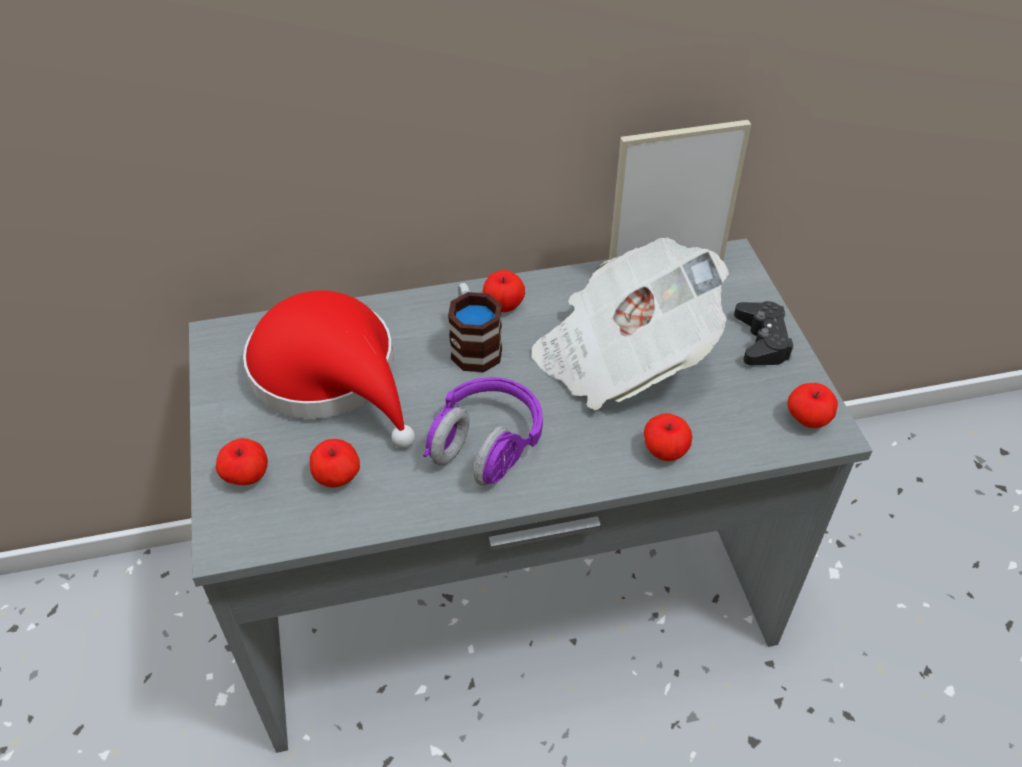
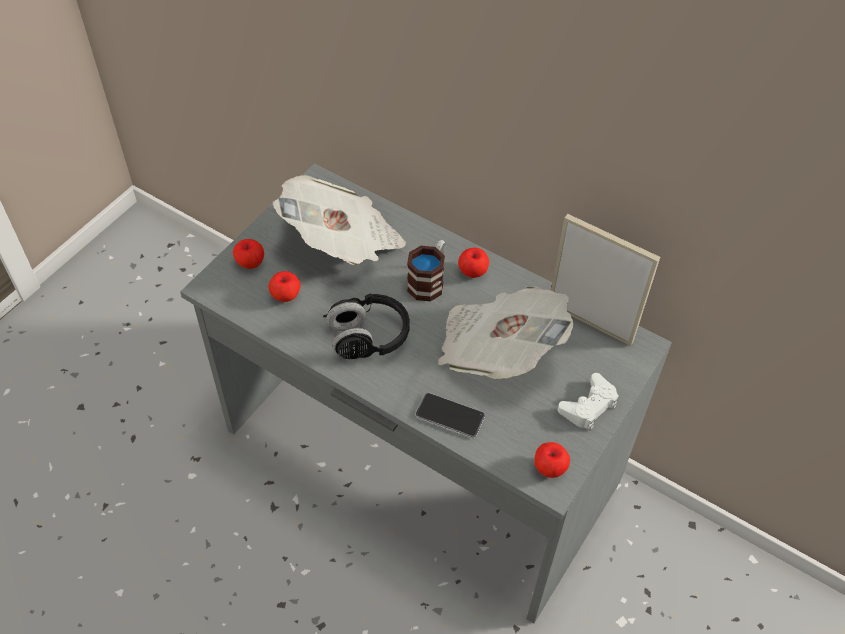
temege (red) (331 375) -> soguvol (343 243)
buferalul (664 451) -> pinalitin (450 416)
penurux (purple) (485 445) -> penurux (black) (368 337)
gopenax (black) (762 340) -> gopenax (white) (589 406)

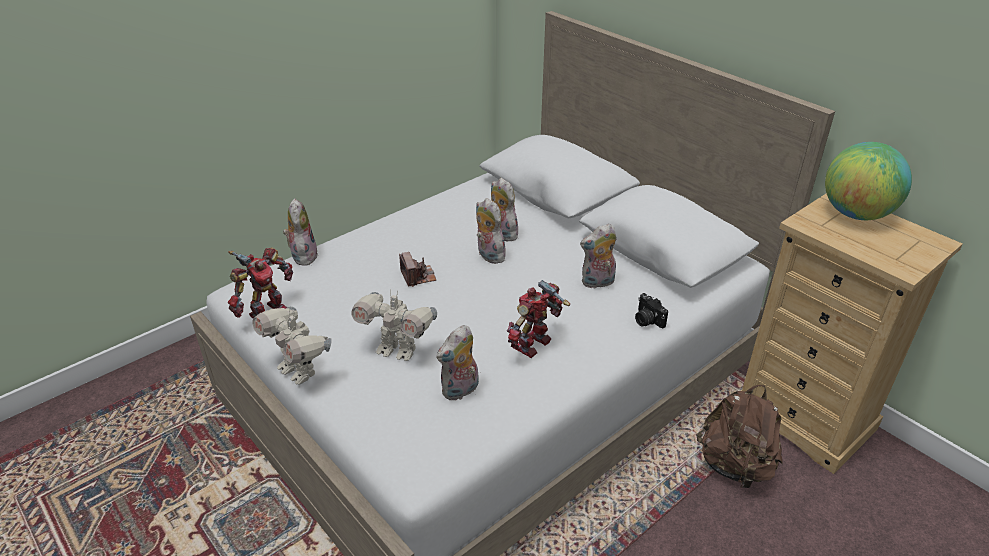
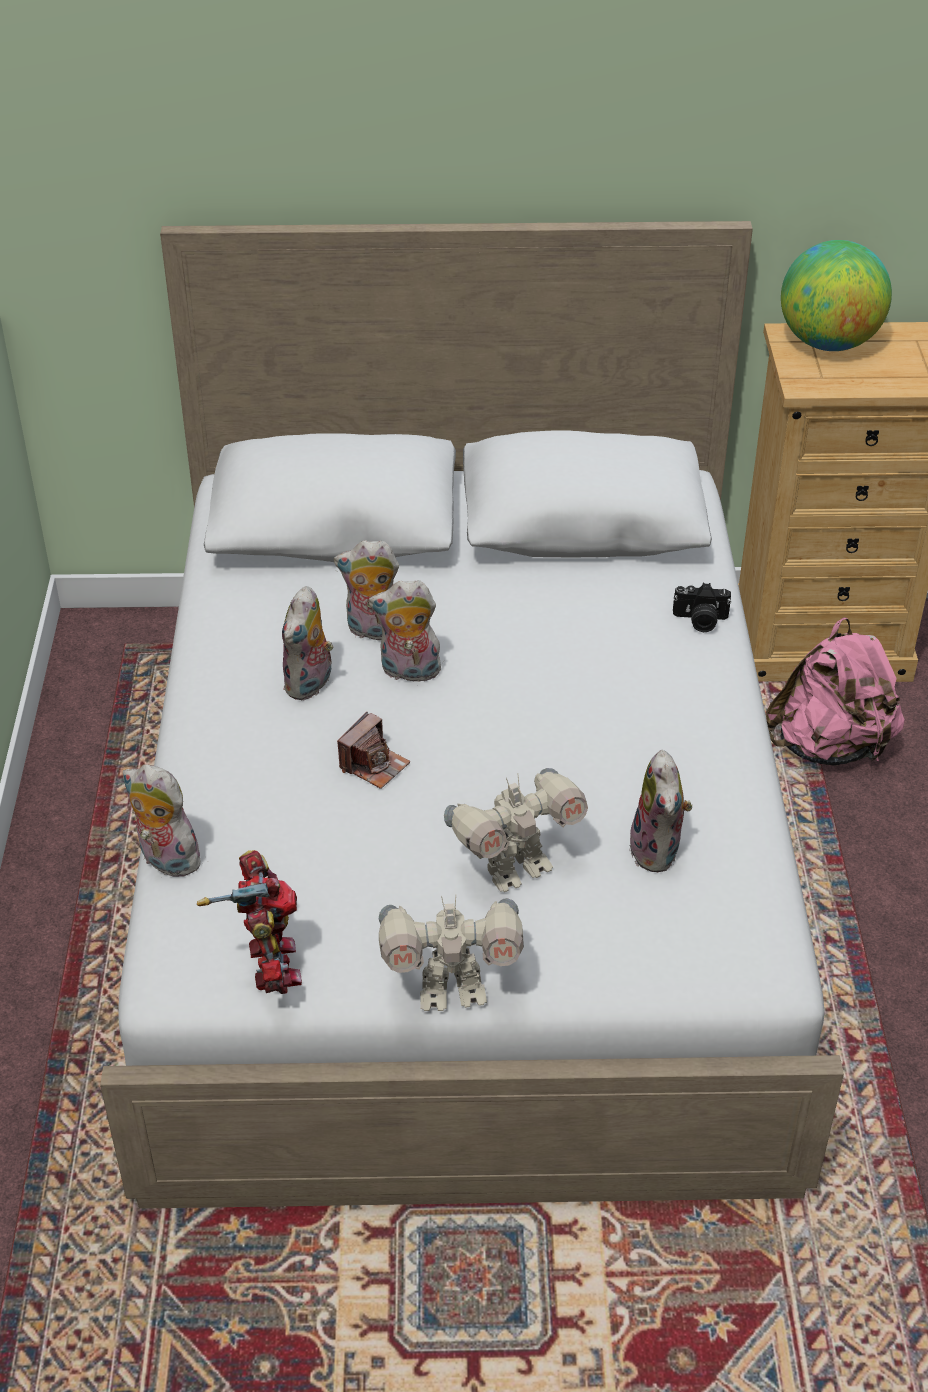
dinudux (534 345) -> none
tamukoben (597 283) -> tamukoben (310 685), moved
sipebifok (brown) (735 466) -> sipebifok (pink) (830 746)
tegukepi (418 276) -> tegukepi (374 765), 105 degrees clockwise

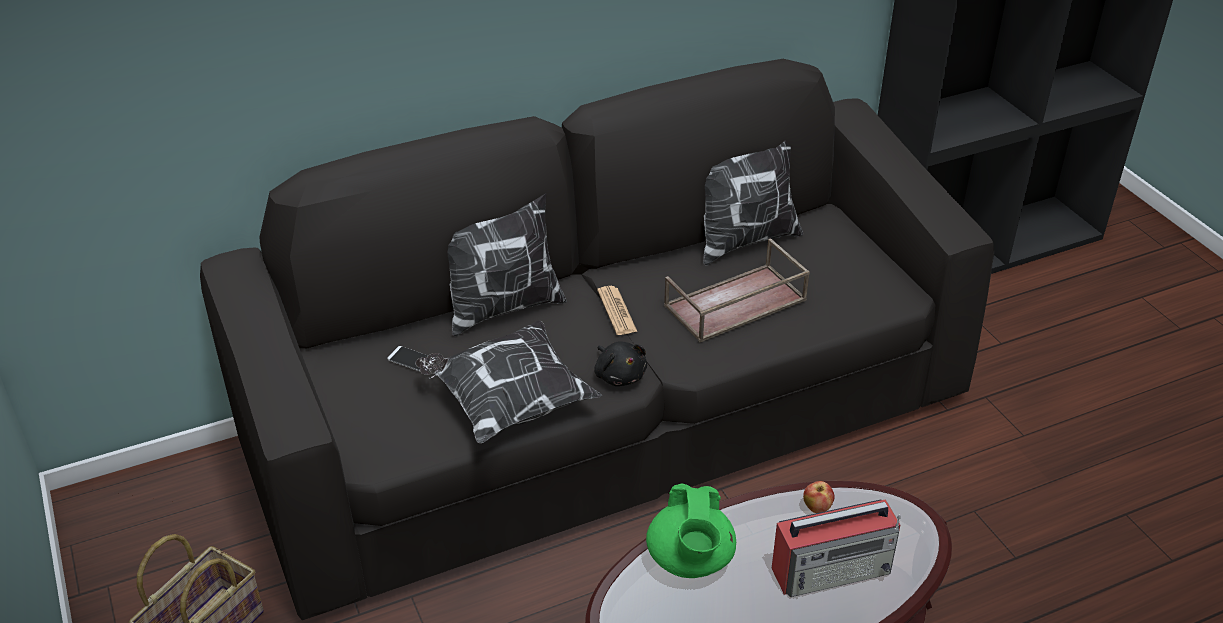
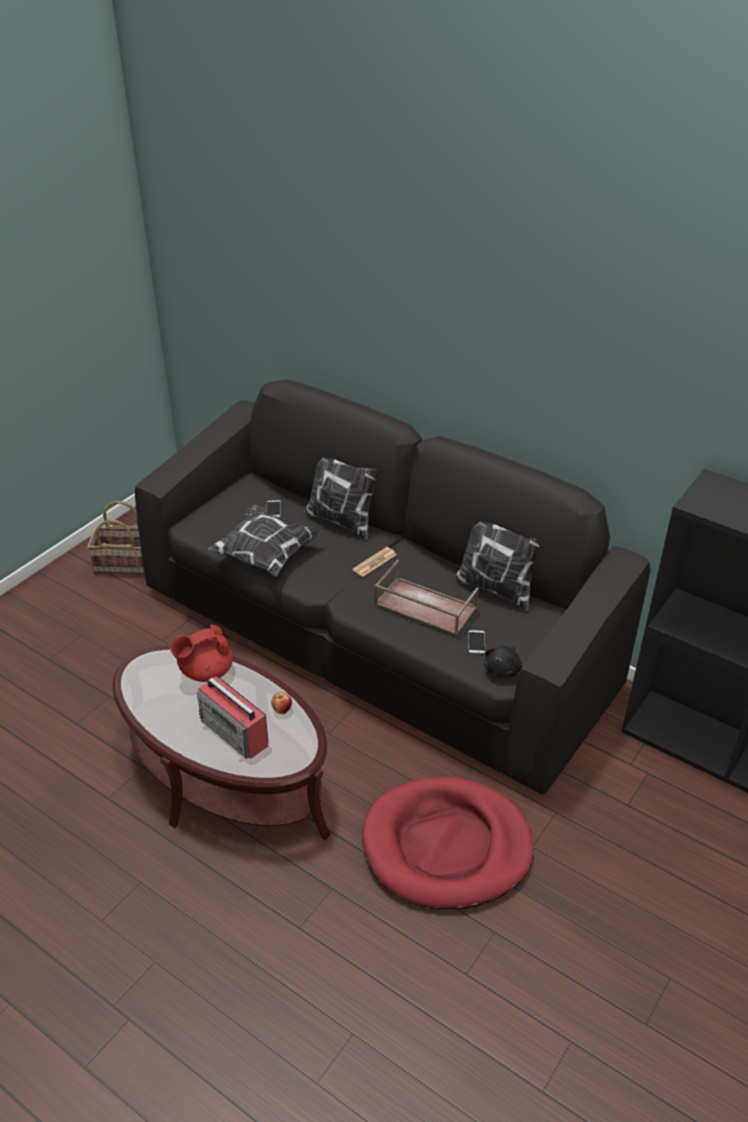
none -> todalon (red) (446 846)
none -> pinalitin (476 642)
tamukoben (black) (619 375) -> tamukoben (black) (503 669), moved
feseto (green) (690 560) -> feseto (red) (205 672)

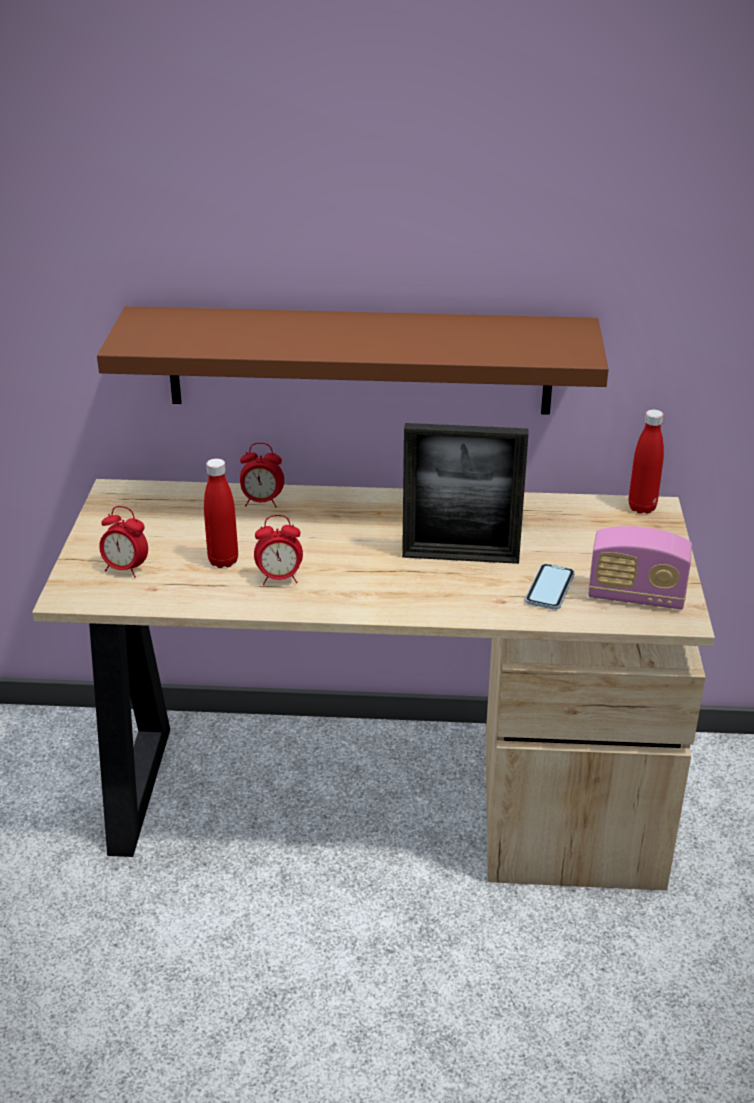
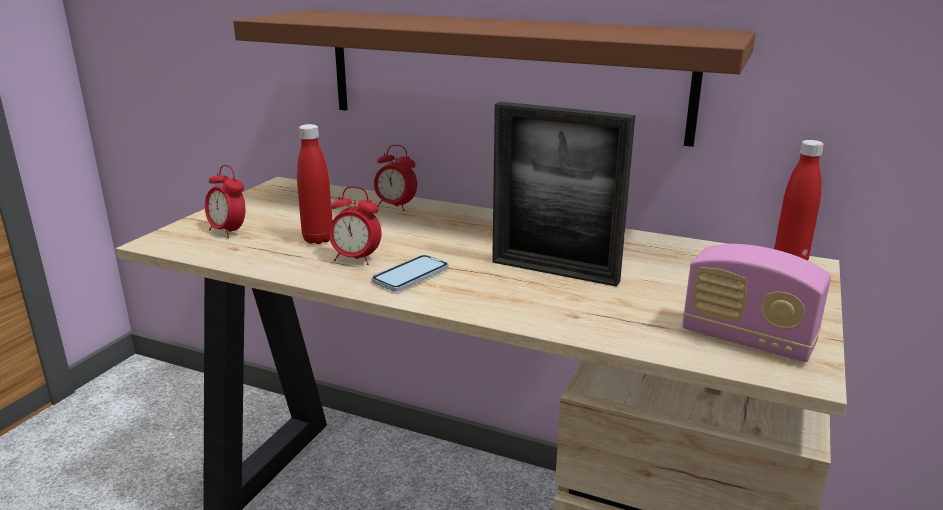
pinalitin (549 589) -> pinalitin (410 275), moved

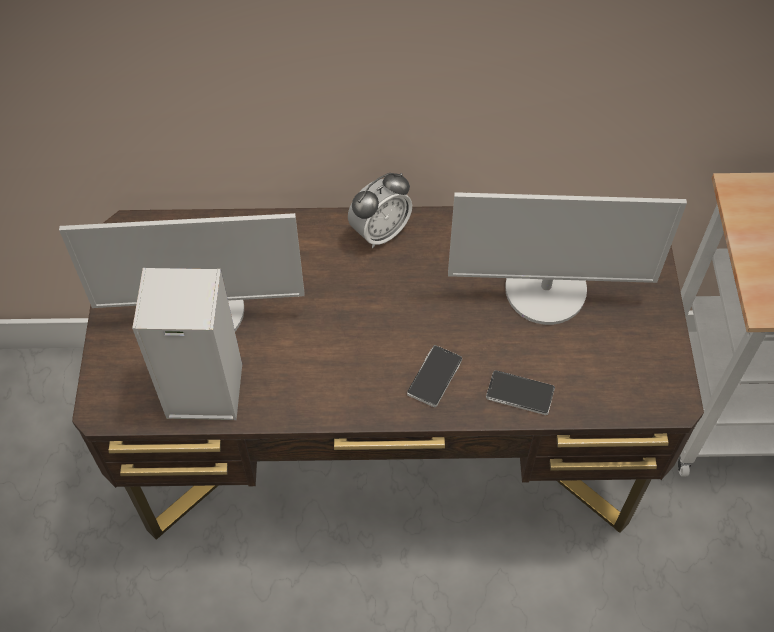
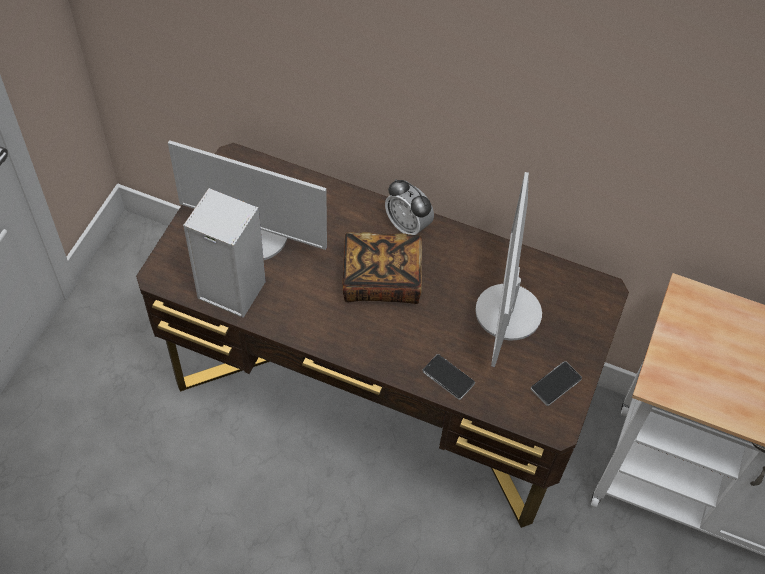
none -> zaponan (381 280)
pinalitin (434 377) -> pinalitin (556 384), moved
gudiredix (380 232) -> gudiredix (407 225), 60 degrees clockwise
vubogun (546 290) -> vubogun (507 312), 75 degrees clockwise

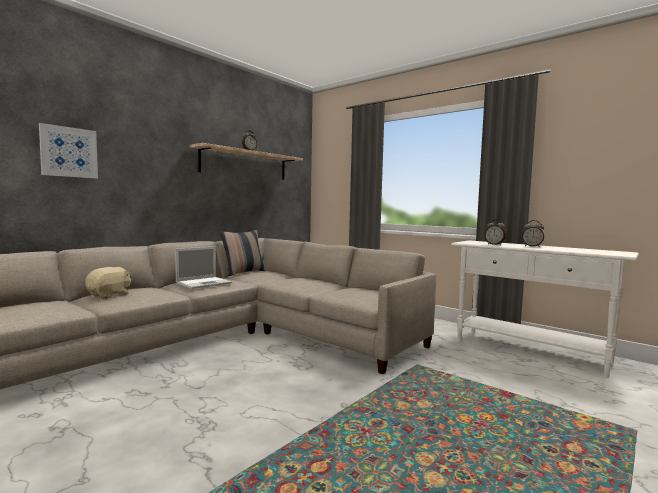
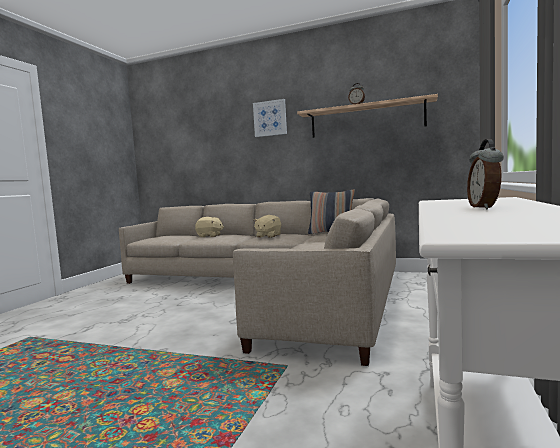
gudiredix (494 244) -> none
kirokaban (69 152) -> kirokaban (270 118), moved
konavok (204 283) -> tamukoben (beige) (268 236)

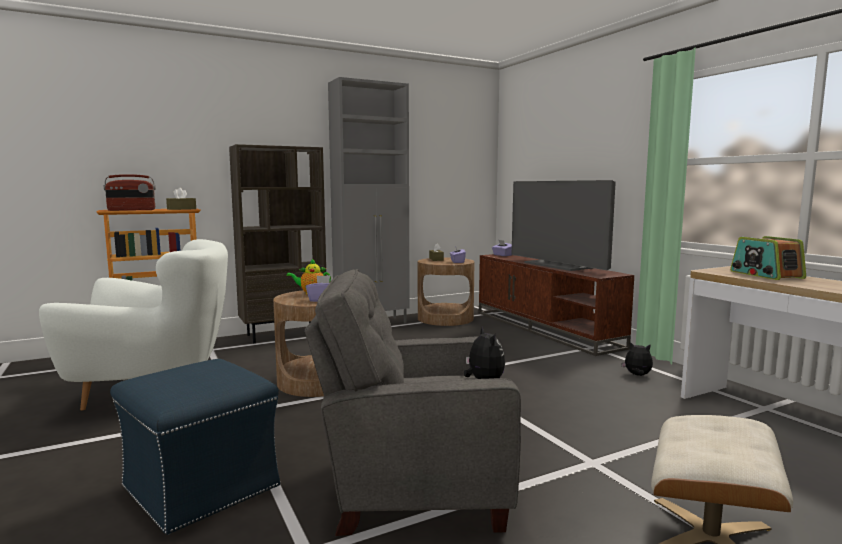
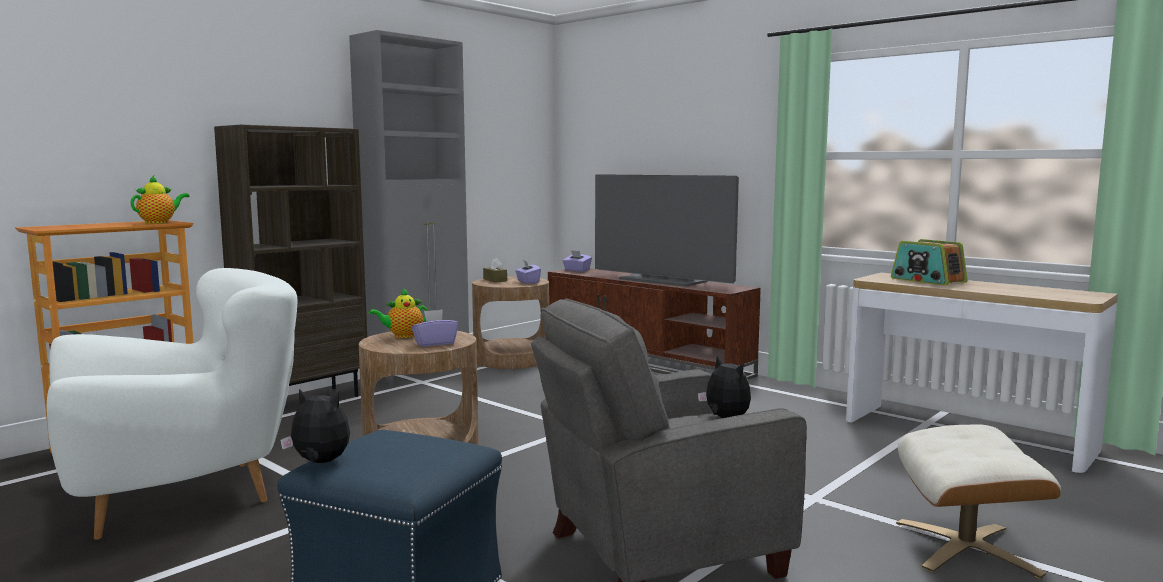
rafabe (131 210) -> none
tamukoben (637 375) -> tamukoben (320 463), moved
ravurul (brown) (181 209) -> feseto (159 222)

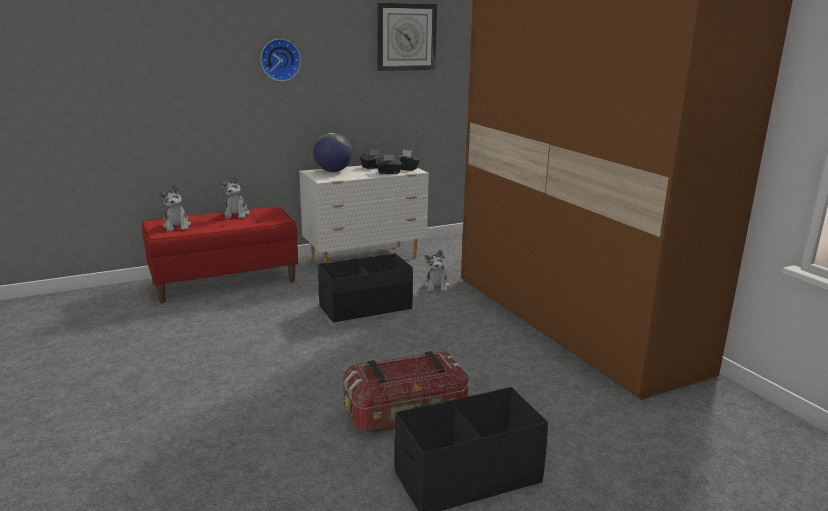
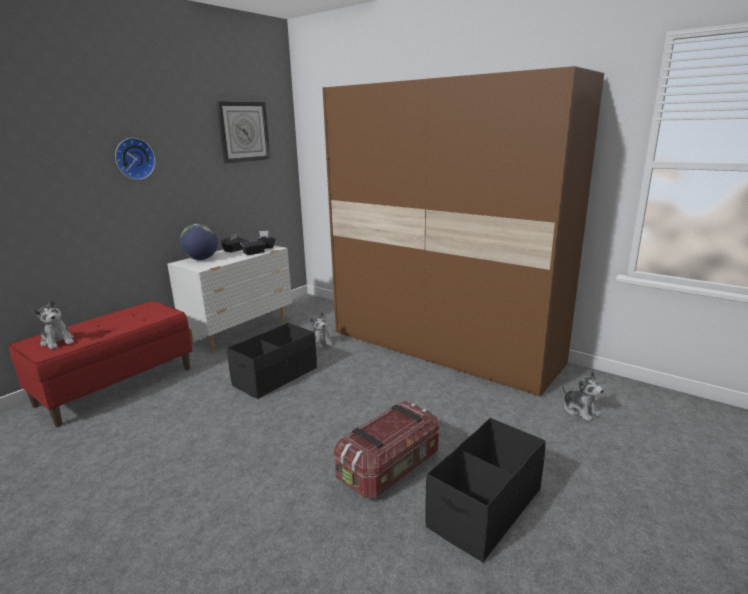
tamukoben (236 214) -> tamukoben (580 410), moved

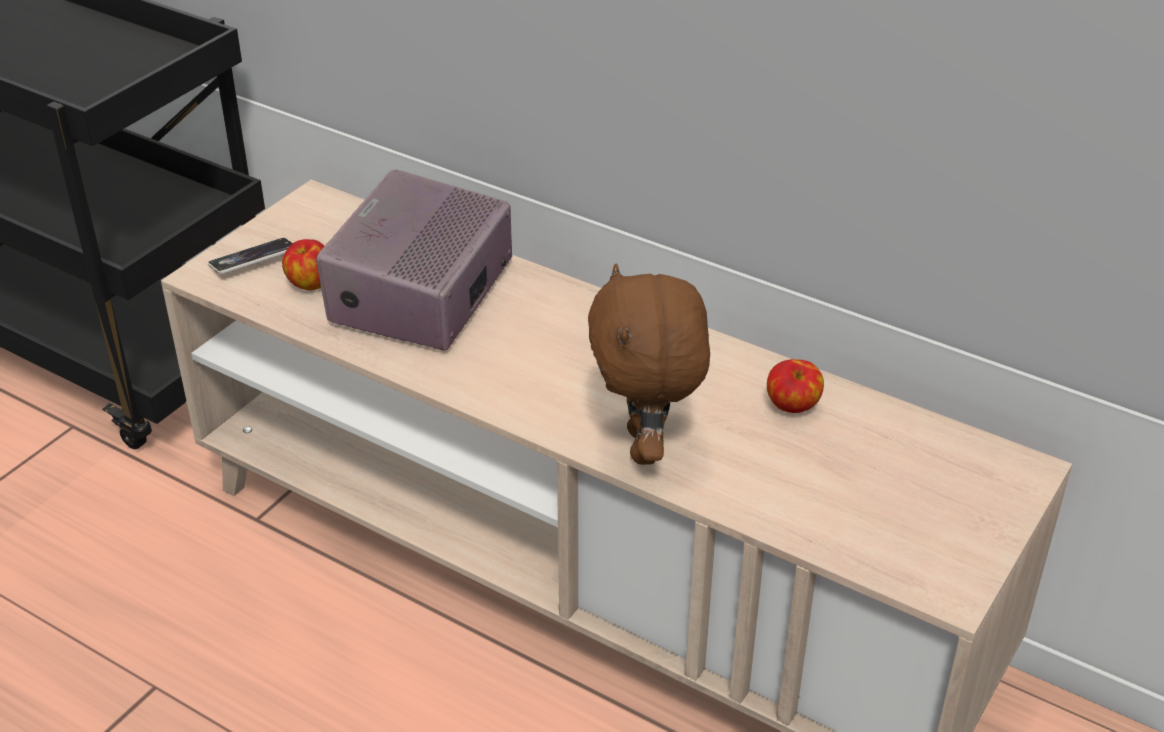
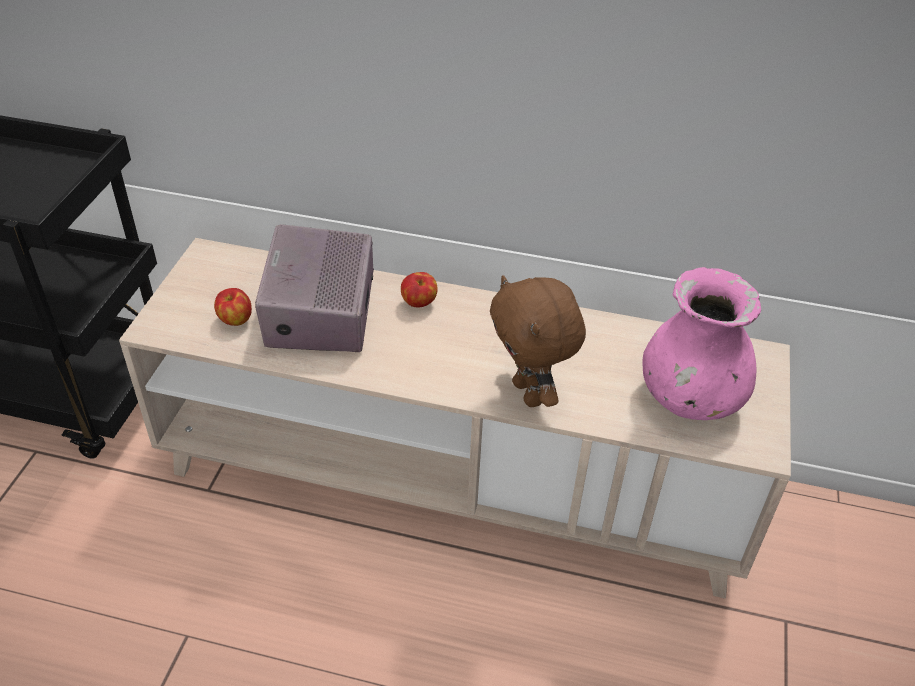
pinalitin (253 260) -> none
none -> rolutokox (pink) (690 399)
buferalul (792 407) -> buferalul (419 303), moved

